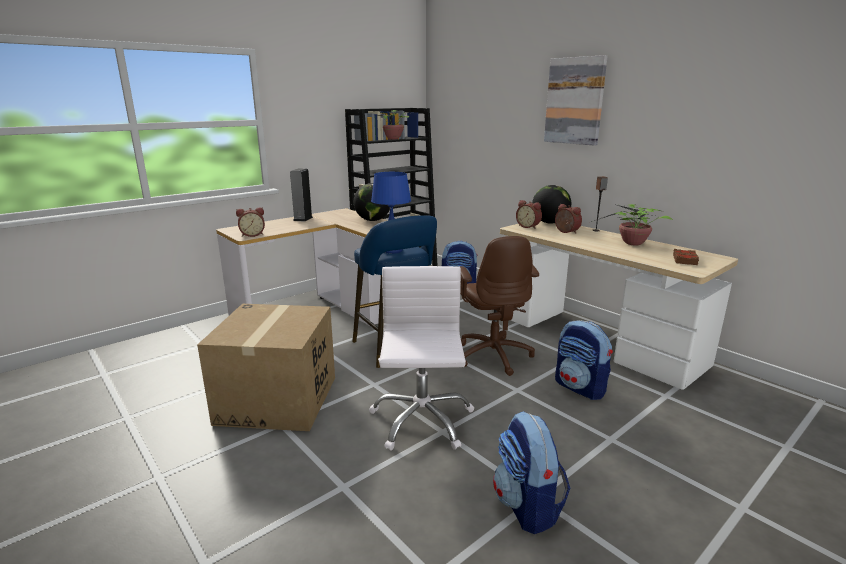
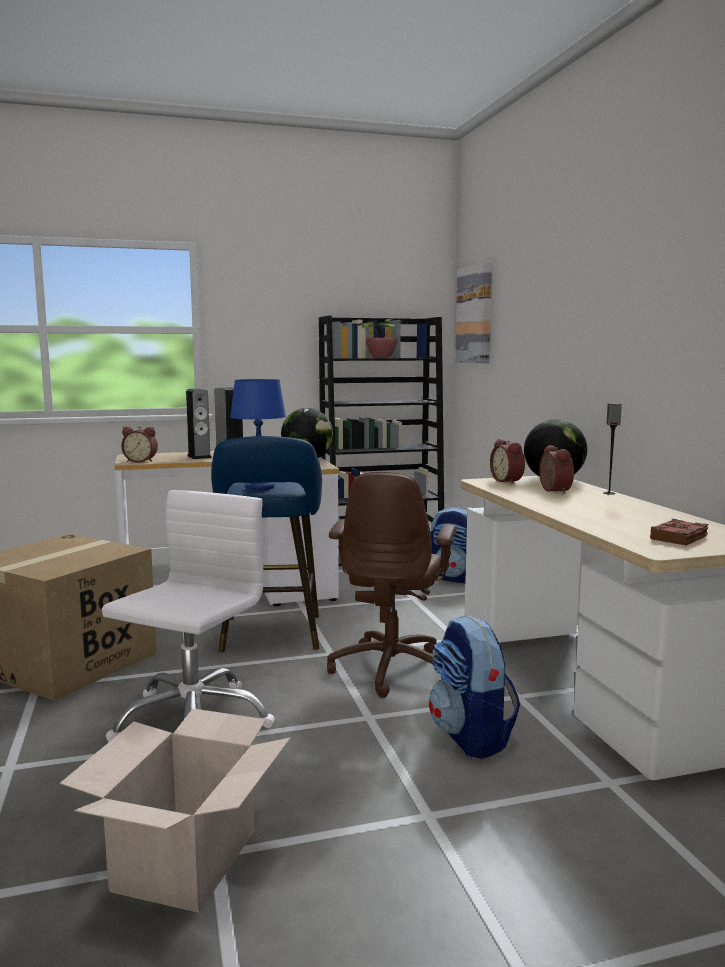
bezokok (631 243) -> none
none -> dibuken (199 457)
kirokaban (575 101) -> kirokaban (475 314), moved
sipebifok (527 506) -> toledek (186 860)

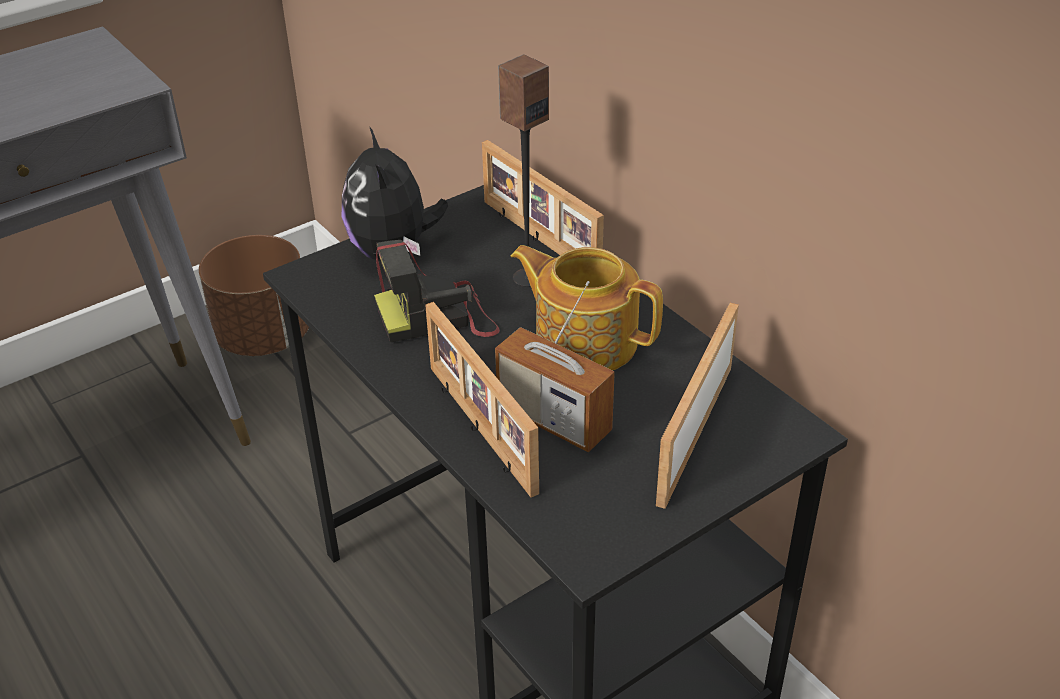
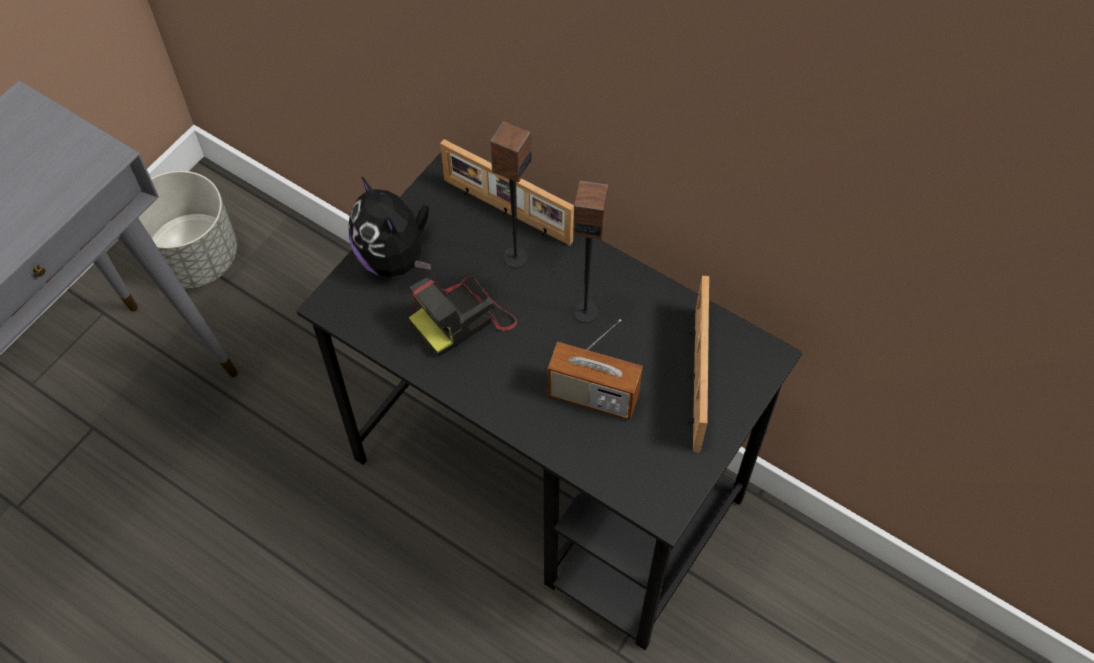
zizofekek (478 429) -> none
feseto (584 340) -> dibuken (585 311)
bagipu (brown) (263 337) -> bagipu (grey) (194 258)

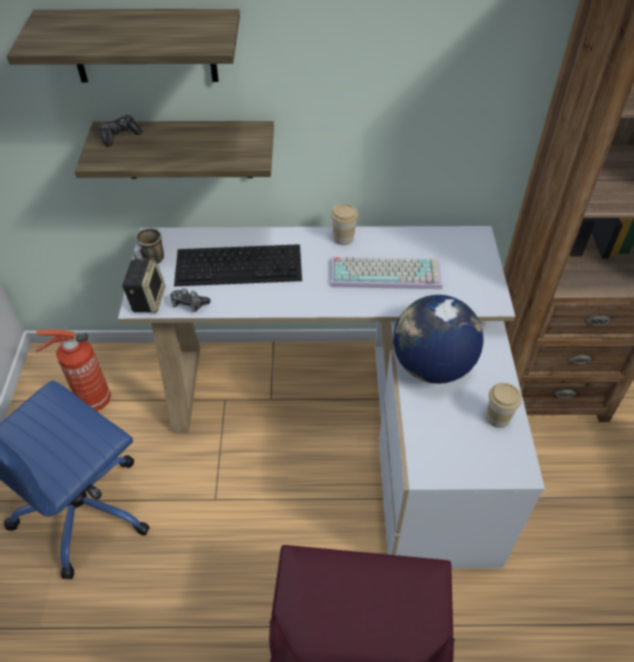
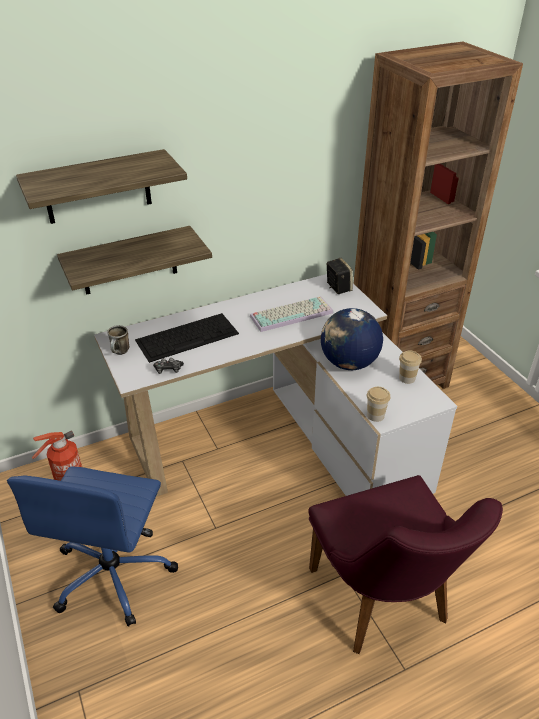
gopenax (120 135) -> none
dibuken (147 299) -> dibuken (338 287), moved
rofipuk (343 238) -> rofipuk (375 415), moved

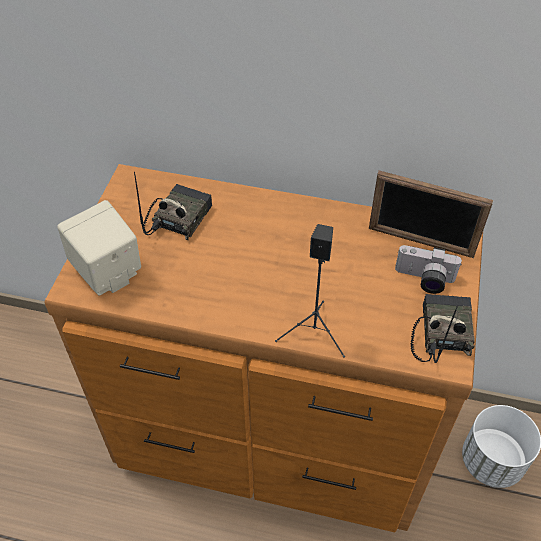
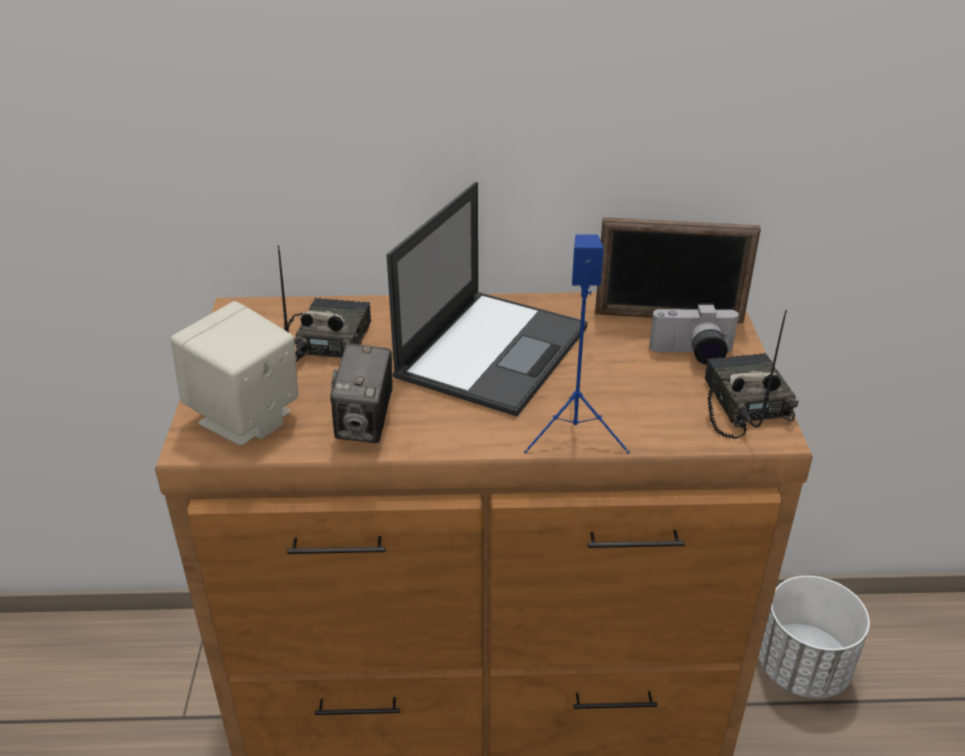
none -> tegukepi (365 424)
none -> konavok (493 350)
dibuken (black) (315 333) -> dibuken (blue) (576 433)

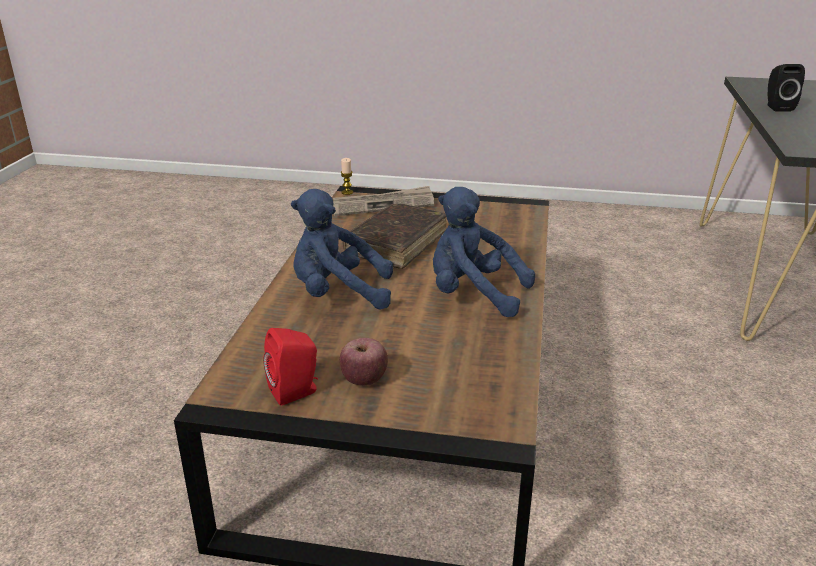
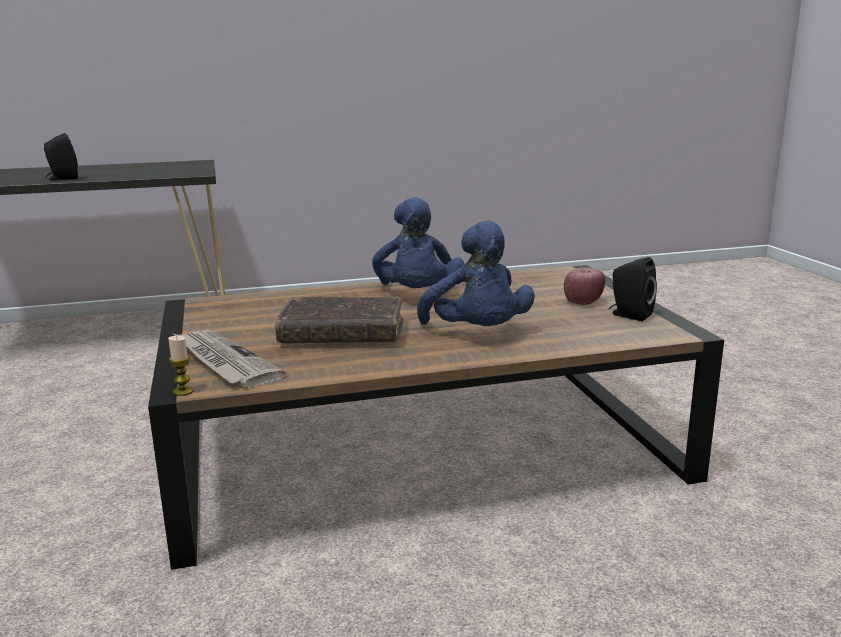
dibuken (red) (296 392) -> dibuken (black) (629 315)

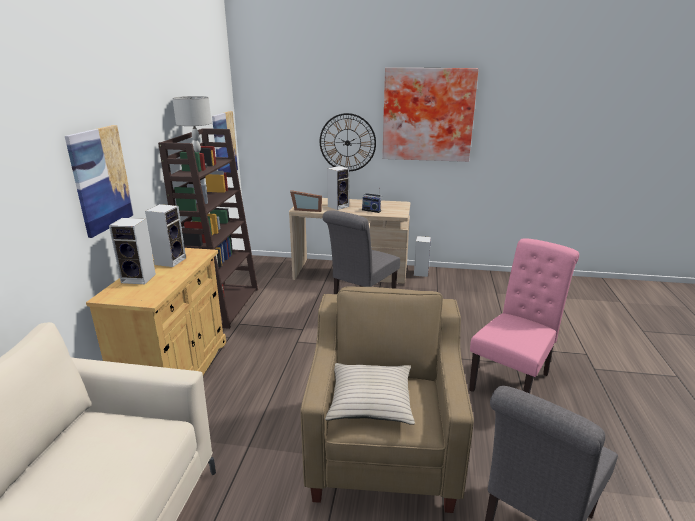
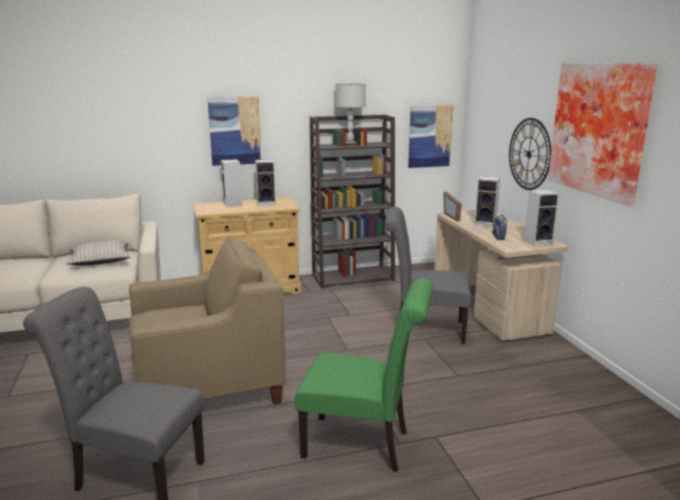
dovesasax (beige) (370 401) -> dovesasax (beige) (100 260), moved
dibuken (420 272) -> dibuken (538 242), moved
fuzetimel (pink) (513 379) -> fuzetimel (green) (363 444)

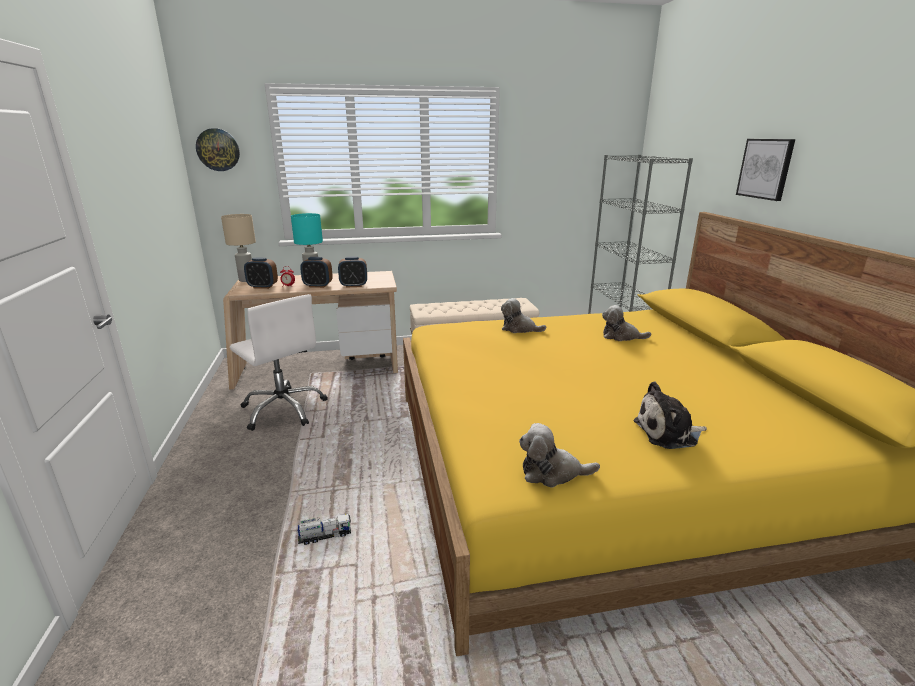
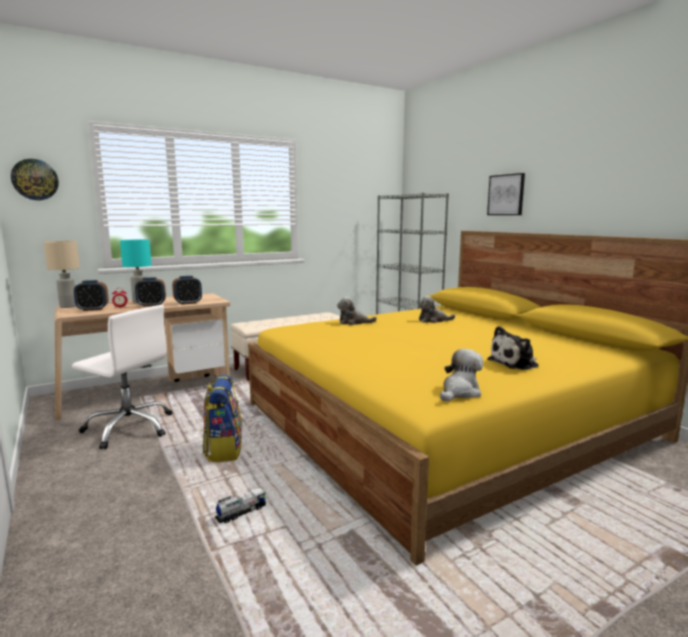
none -> sipebifok (223 450)
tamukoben (552 472) -> tamukoben (459 392), 150 degrees clockwise

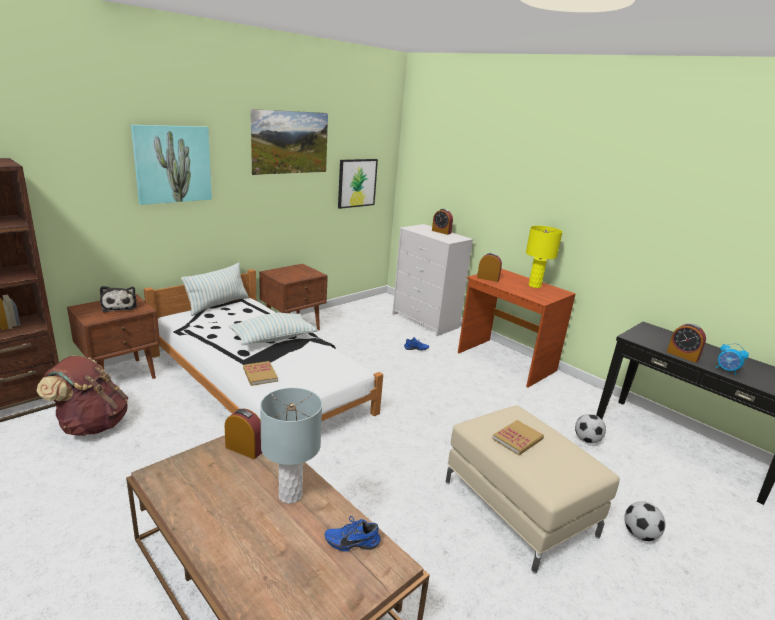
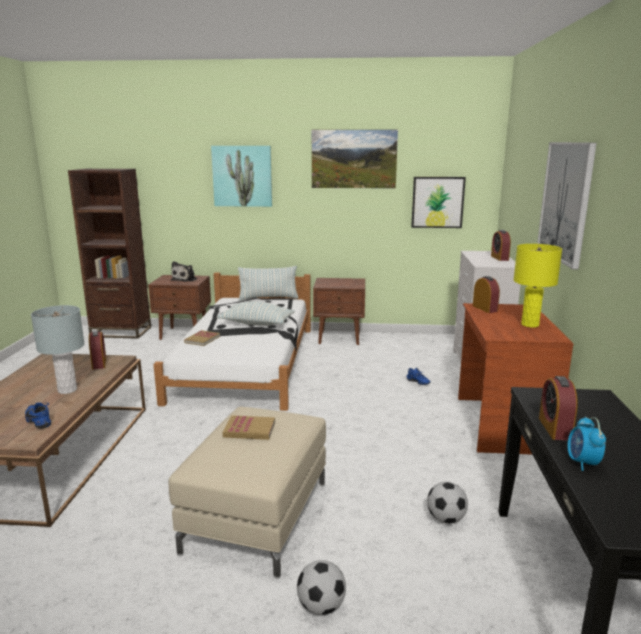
sipebifok (brown) (91 425) -> none
none -> kirokaban (565 201)

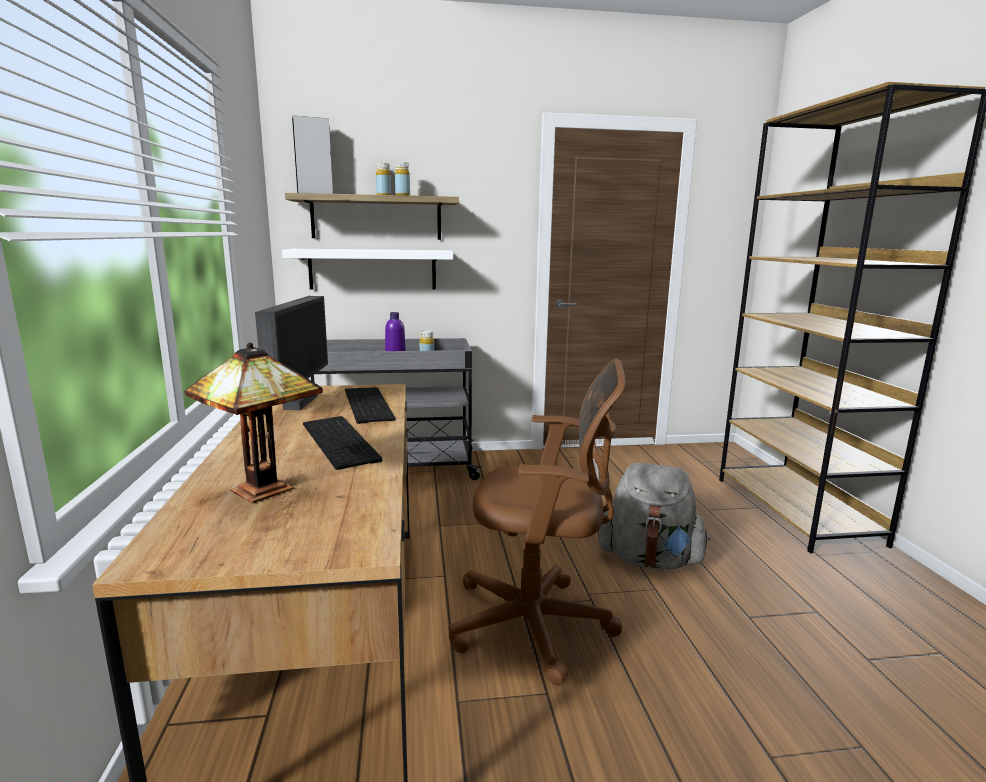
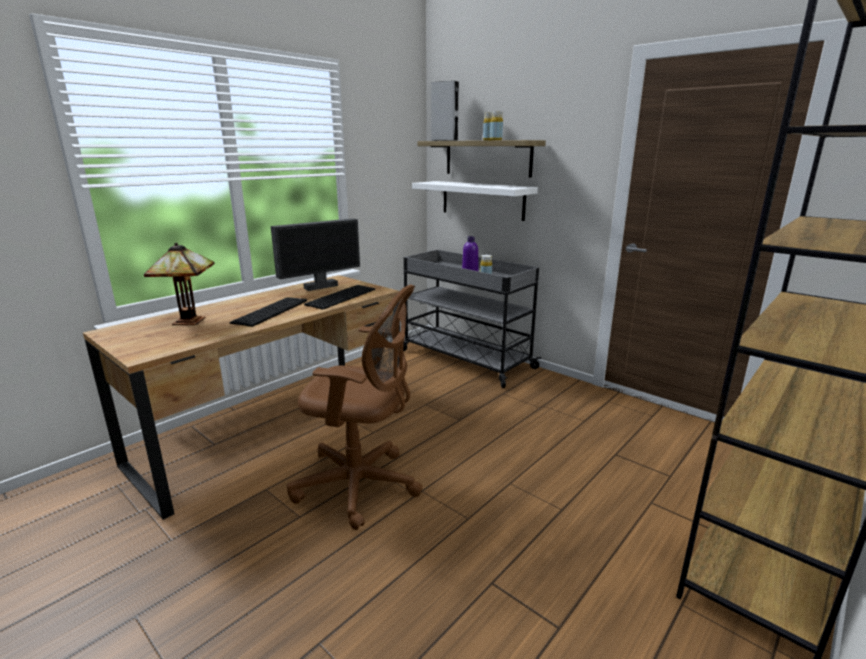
sipebifok (grey) (649 560) -> none
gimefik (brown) (538 625) -> gimefik (brown) (361 486), 45 degrees counterclockwise

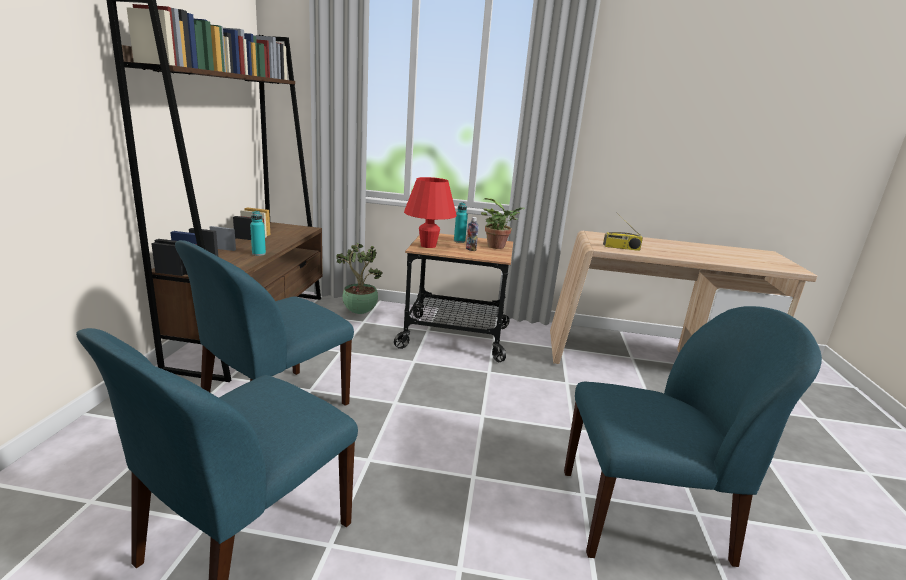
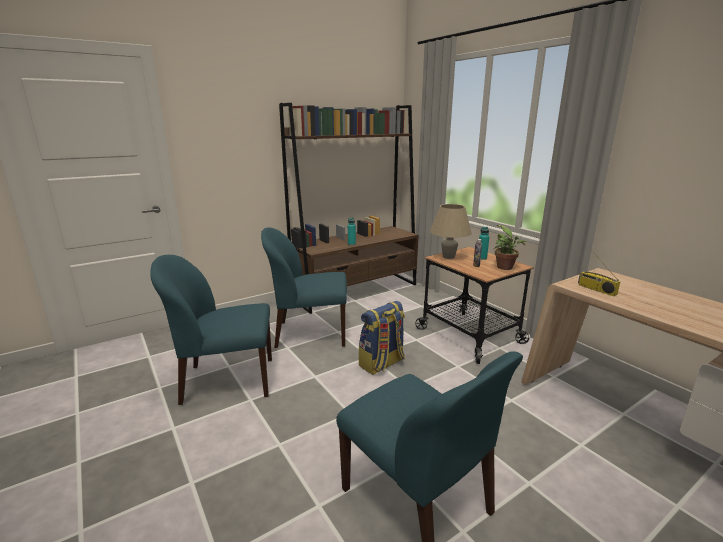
bezokok (359 312) -> none
none -> sipebifok (382 364)
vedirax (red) (428 246) -> vedirax (beige) (448 257)

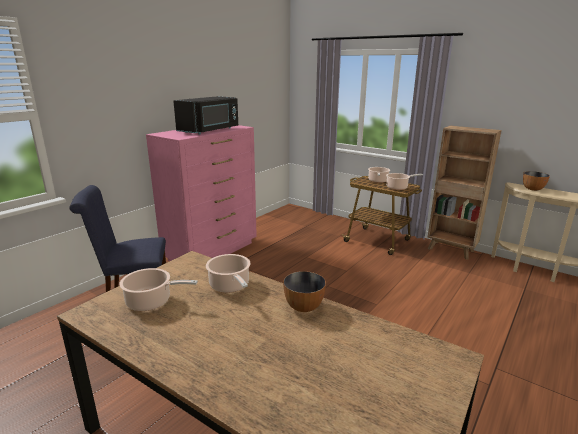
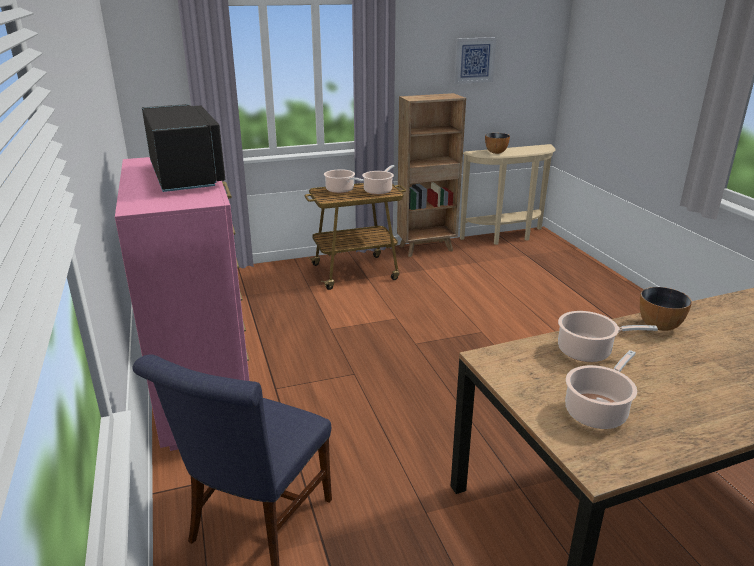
none -> kirokaban (474 60)

